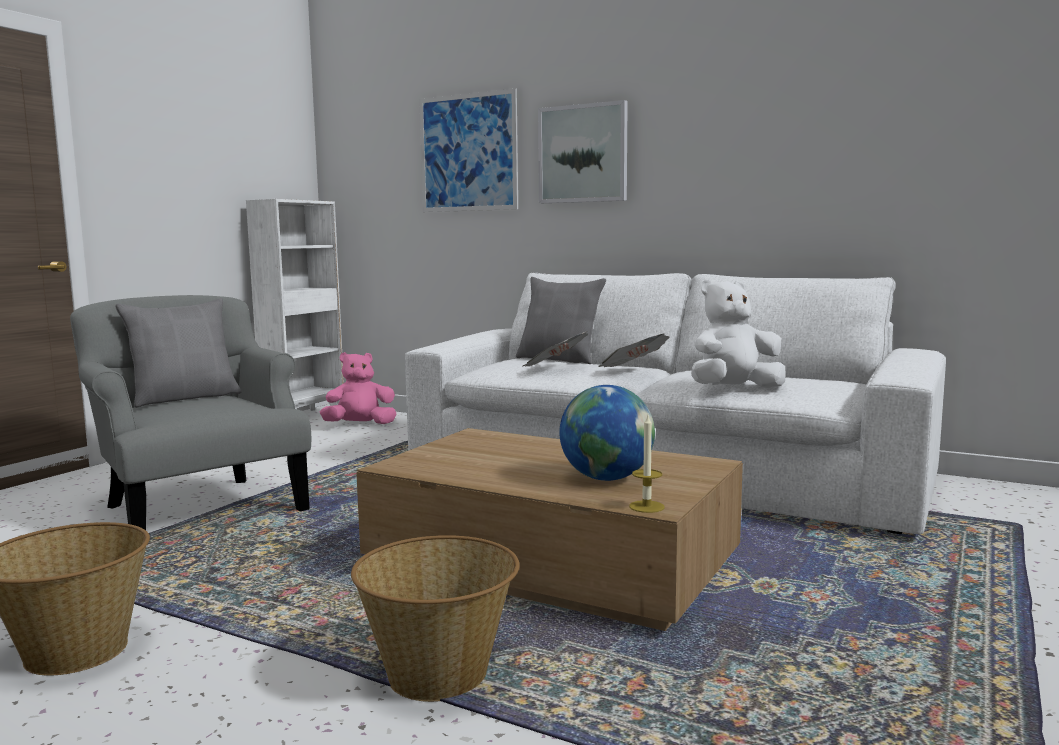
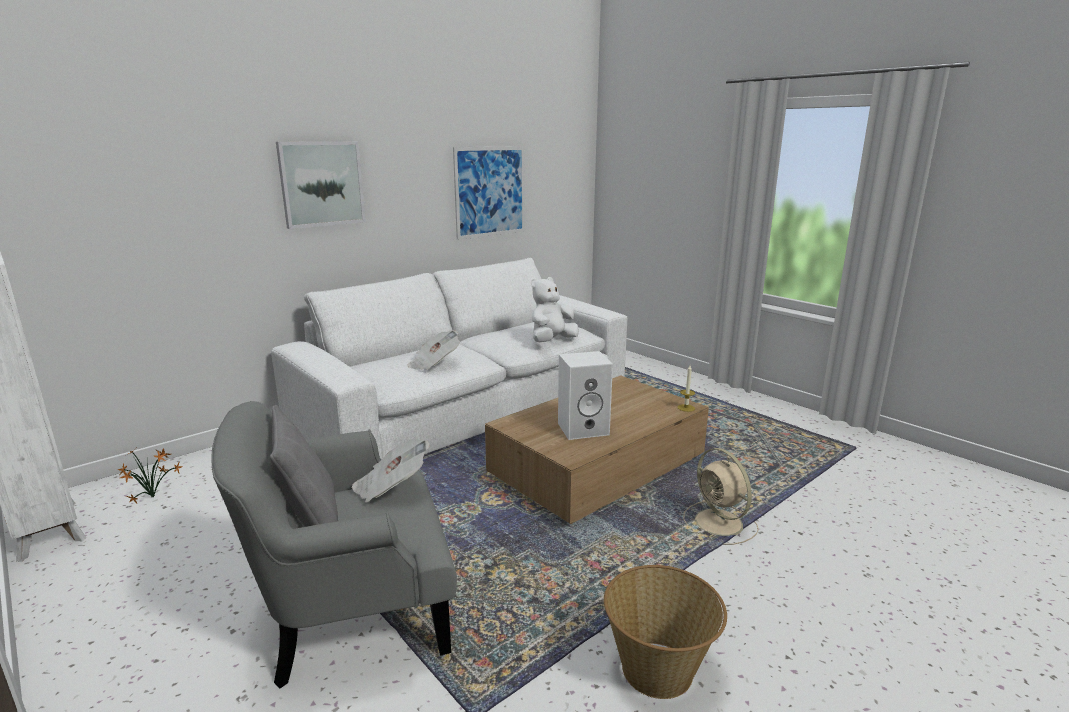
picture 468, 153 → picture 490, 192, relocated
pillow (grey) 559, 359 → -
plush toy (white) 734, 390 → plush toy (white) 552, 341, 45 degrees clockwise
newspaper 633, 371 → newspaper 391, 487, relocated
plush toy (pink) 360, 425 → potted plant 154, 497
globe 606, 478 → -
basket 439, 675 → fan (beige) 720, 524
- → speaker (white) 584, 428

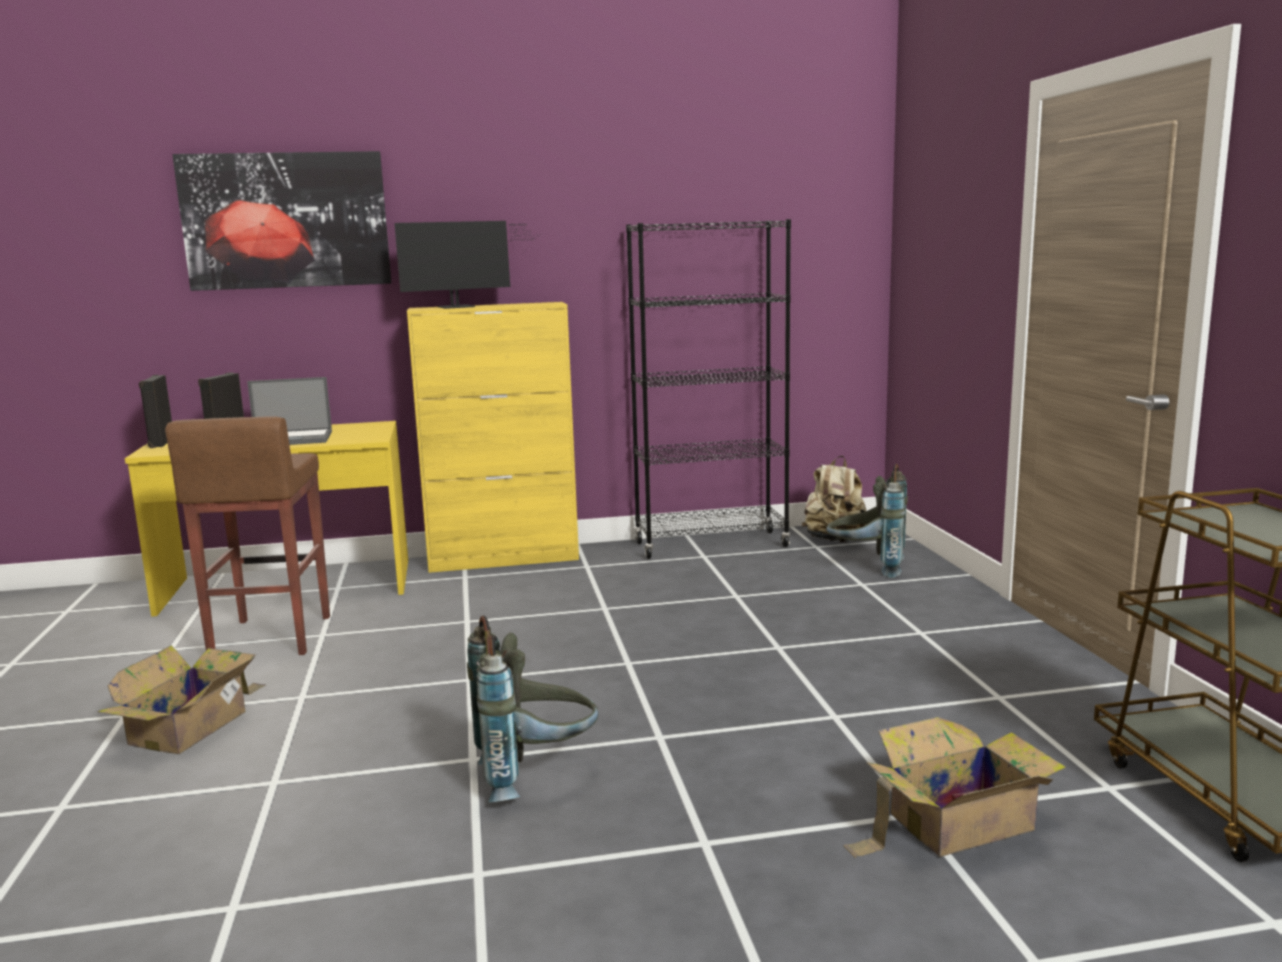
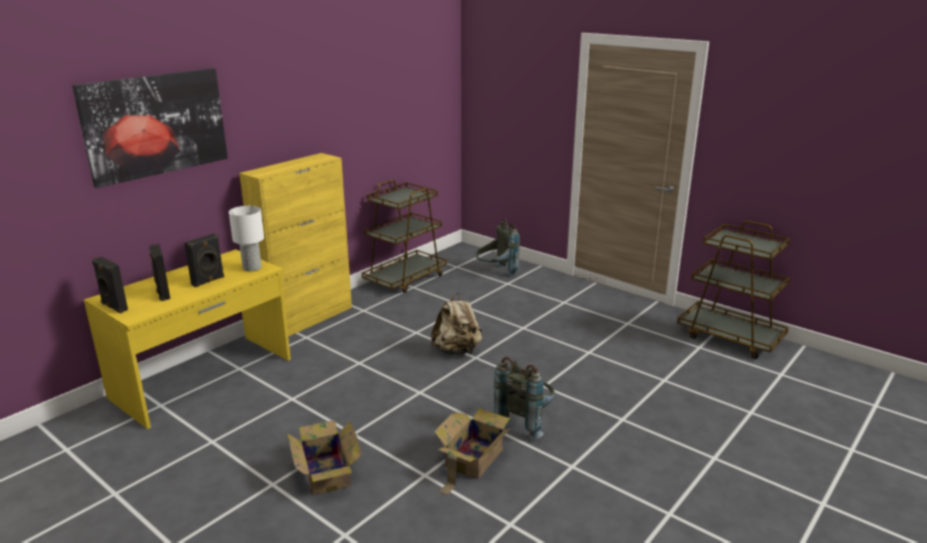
bookcase (black) 711, 545 → cart (brown) 405, 279
monitor 462, 306 → -
laptop 290, 439 → speaker (black) 208, 281
stool (brown) 269, 638 → -
backpack (beige) 835, 540 → backpack (beige) 457, 351, relocated
cardboard box 955, 823 → cardboard box 472, 459, relocated
- → table lamp (white) 252, 268

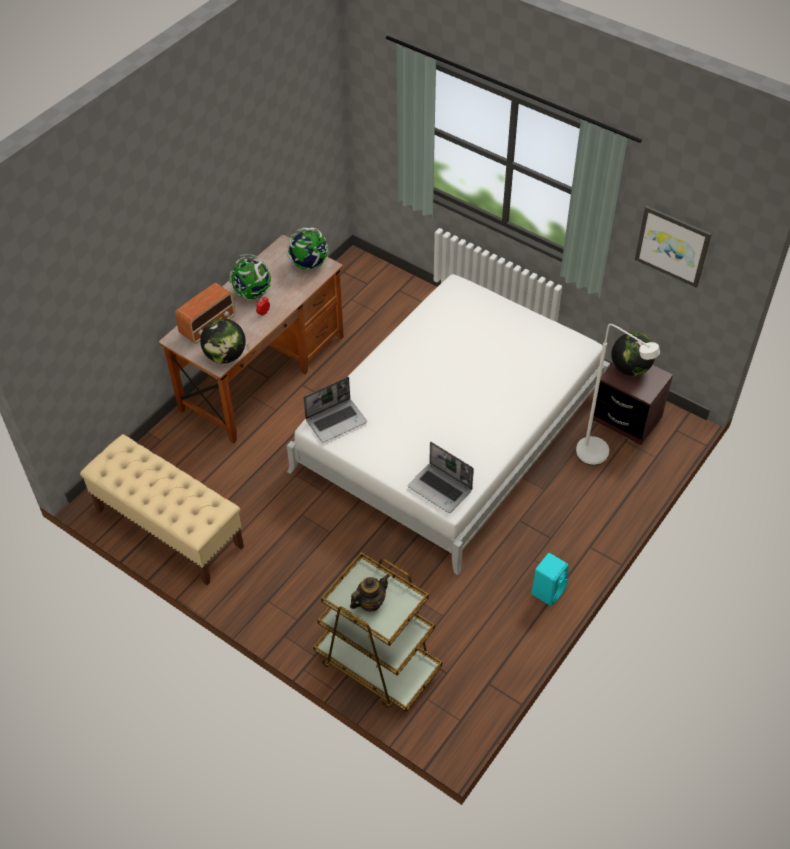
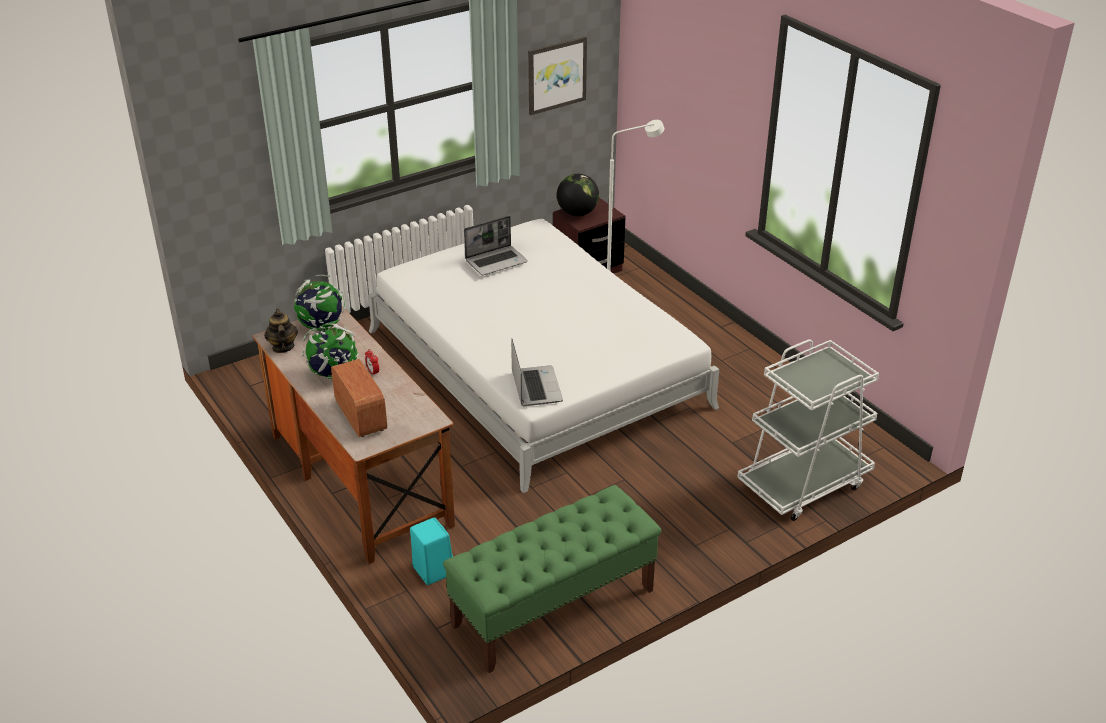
globe 225, 356 → -
bench (beige) 169, 528 → bench (green) 553, 608
laptop 440, 489 → laptop 496, 261, relocated
cart (brown) 377, 663 → cart (white) 803, 484
speaker (turquoise) 548, 590 → speaker (turquoise) 432, 570, relocated
teapot 370, 602 → teapot 282, 347, relocated

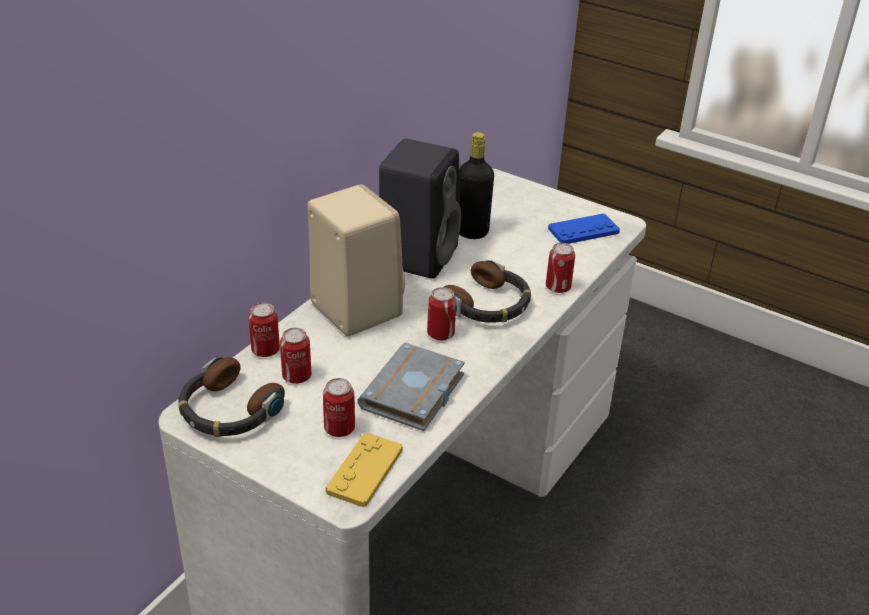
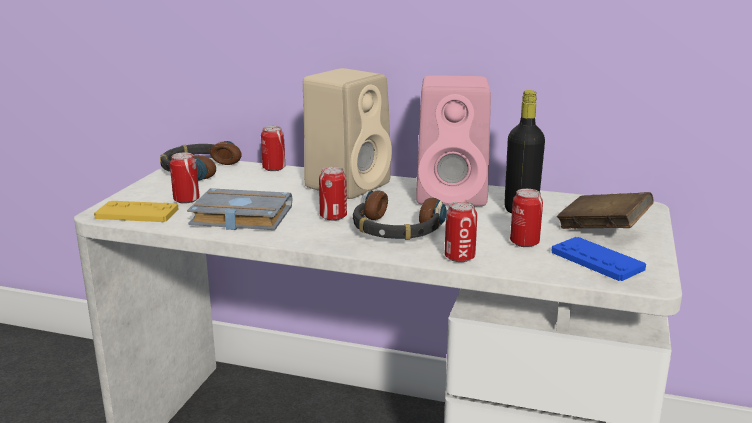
speaker (black) 418, 255 → speaker (pink) 454, 195
can 296, 376 → can 524, 242, relocated
- → book (brown) 602, 230

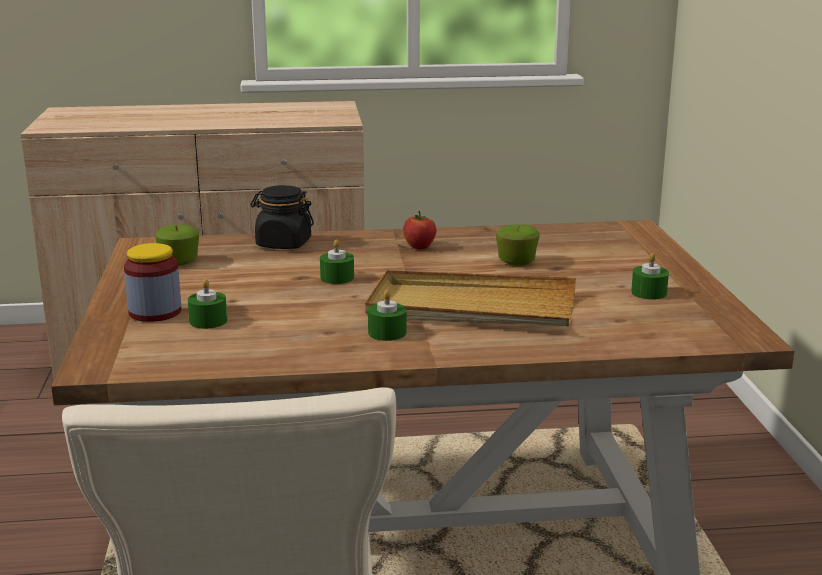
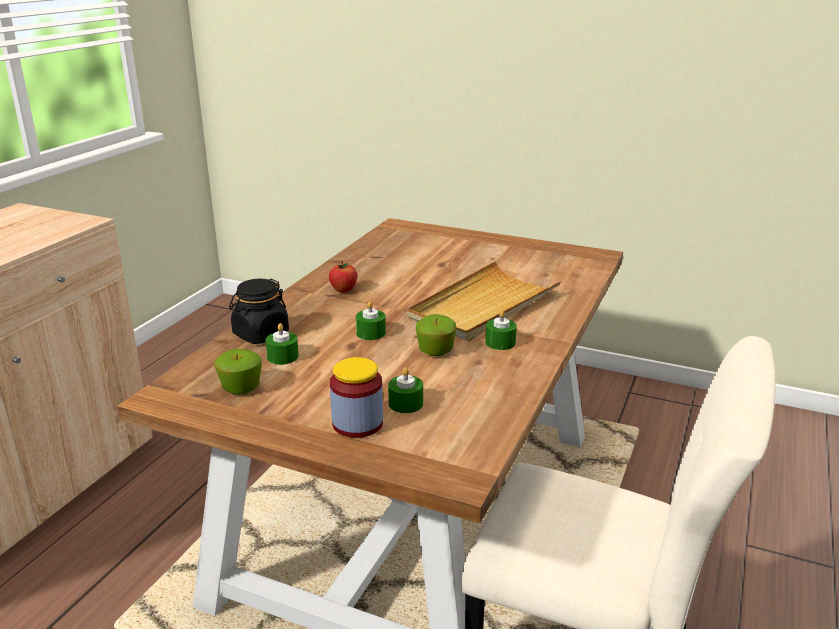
apple 517, 262 → apple 435, 351, relocated
candle (green) 649, 293 → candle (green) 282, 357, relocated

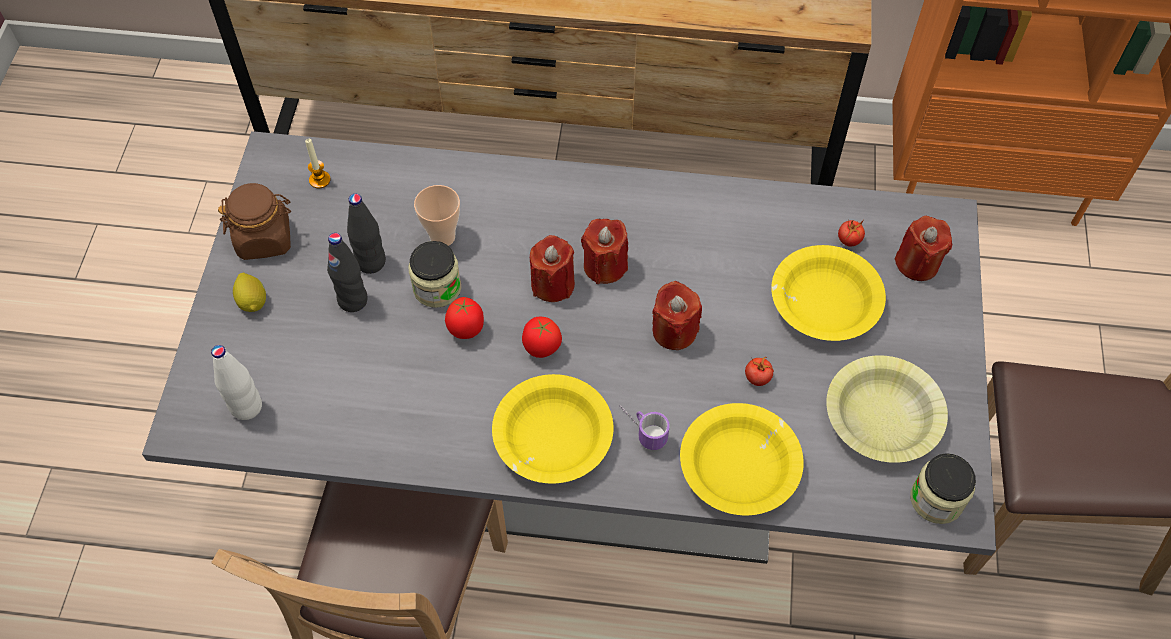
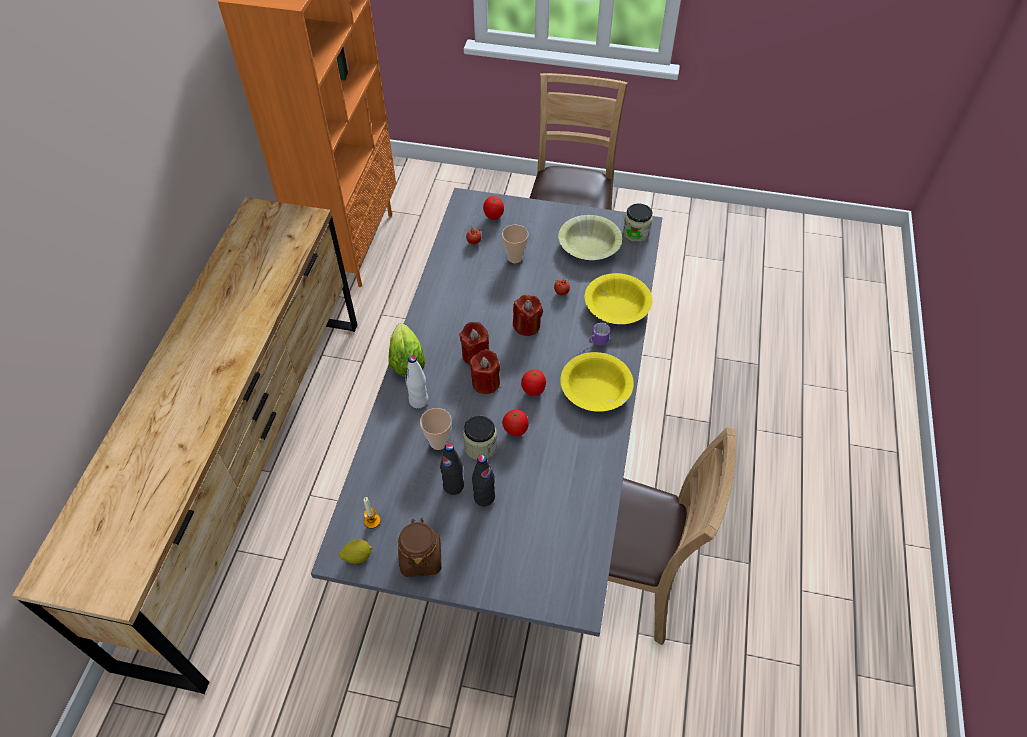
candle (red) 917, 263 → tomato 493, 217
bowl (yellow) 824, 303 → cup 515, 258
lemon 253, 301 → lemon 357, 556, relocated
bottle (white) 246, 407 → bottle (white) 418, 401, relocated
- → lettuce 406, 359

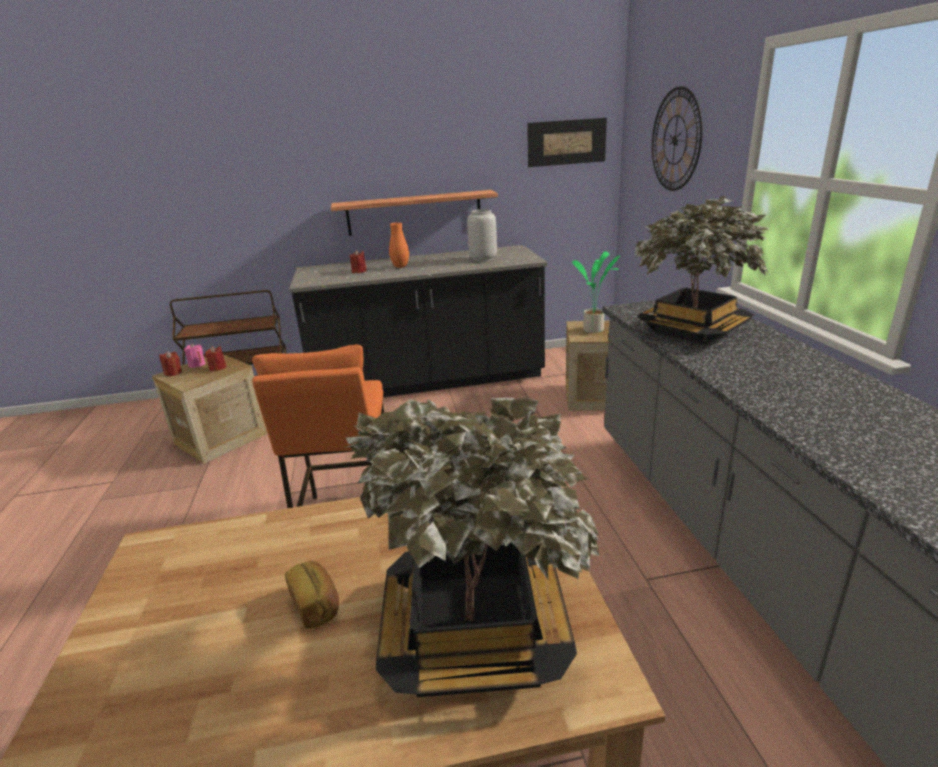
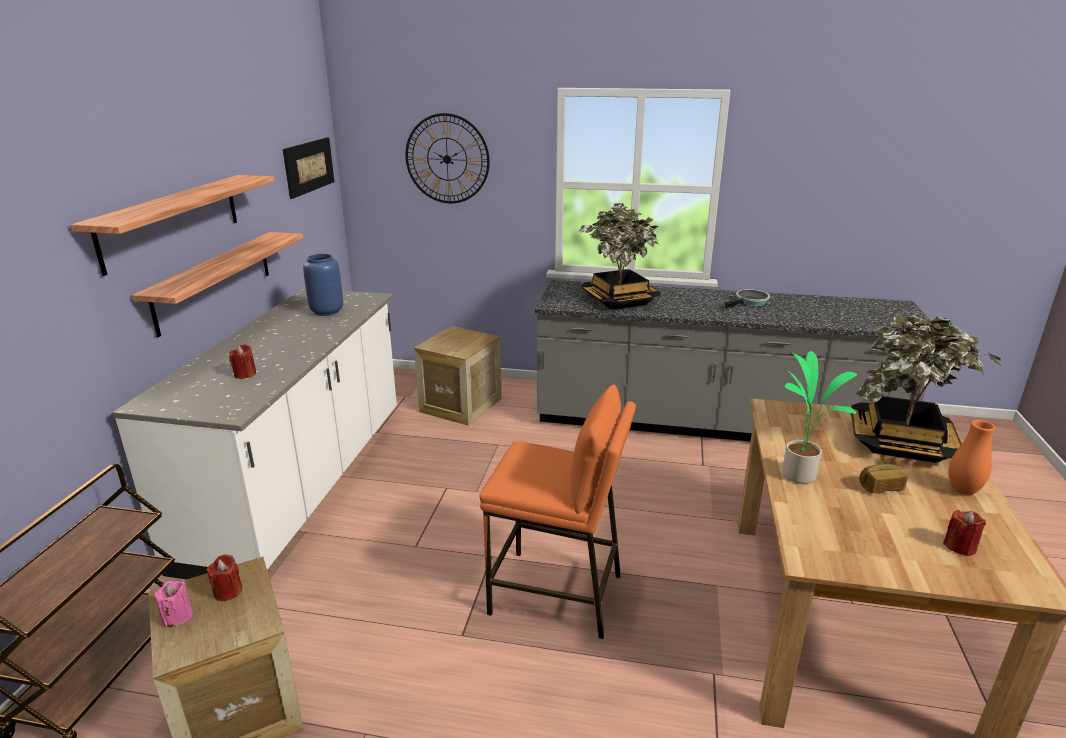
vase (grey) 482, 259 → vase (blue) 327, 312
vase (orange) 400, 267 → vase (orange) 962, 490, relocated
counter (black) 428, 381 → counter (white) 303, 484
potted plant 595, 330 → potted plant 799, 474, relocated
candle (red) 173, 373 → candle (red) 959, 546, relocated
- → shelf 172, 221
- → frying pan 750, 302

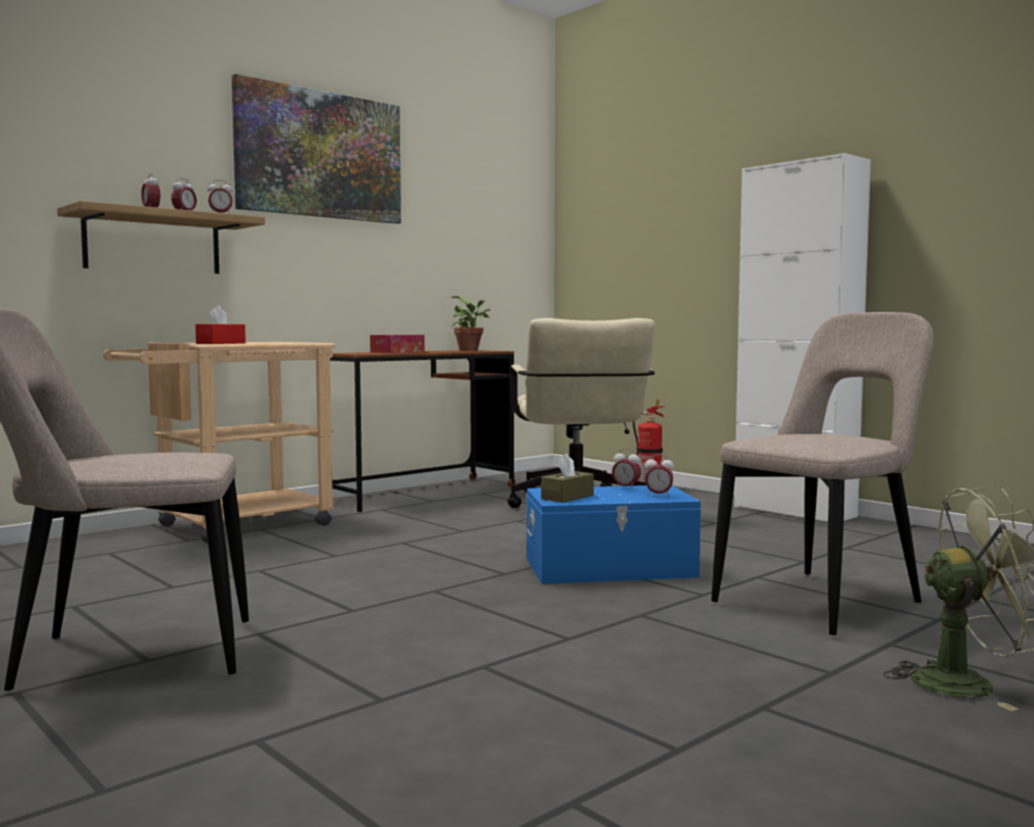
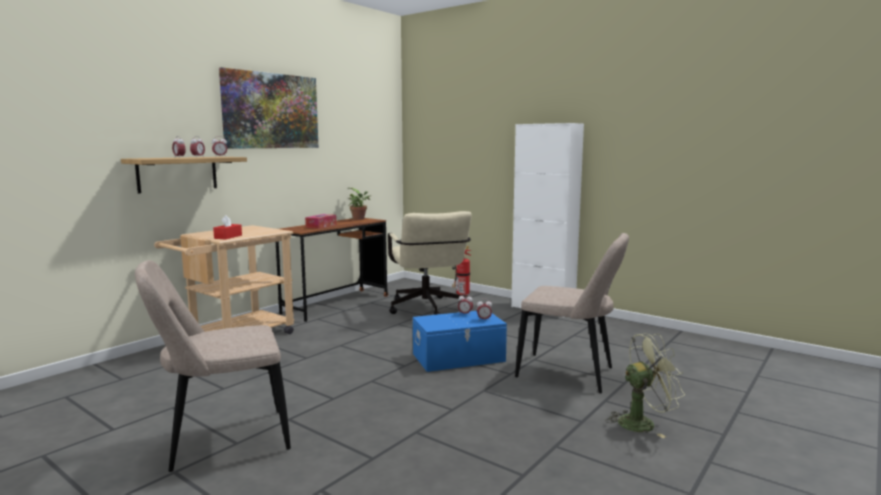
chair (beige) 824, 601 → chair (beige) 570, 374, 75 degrees clockwise
tissue box (brown) 567, 497 → -

